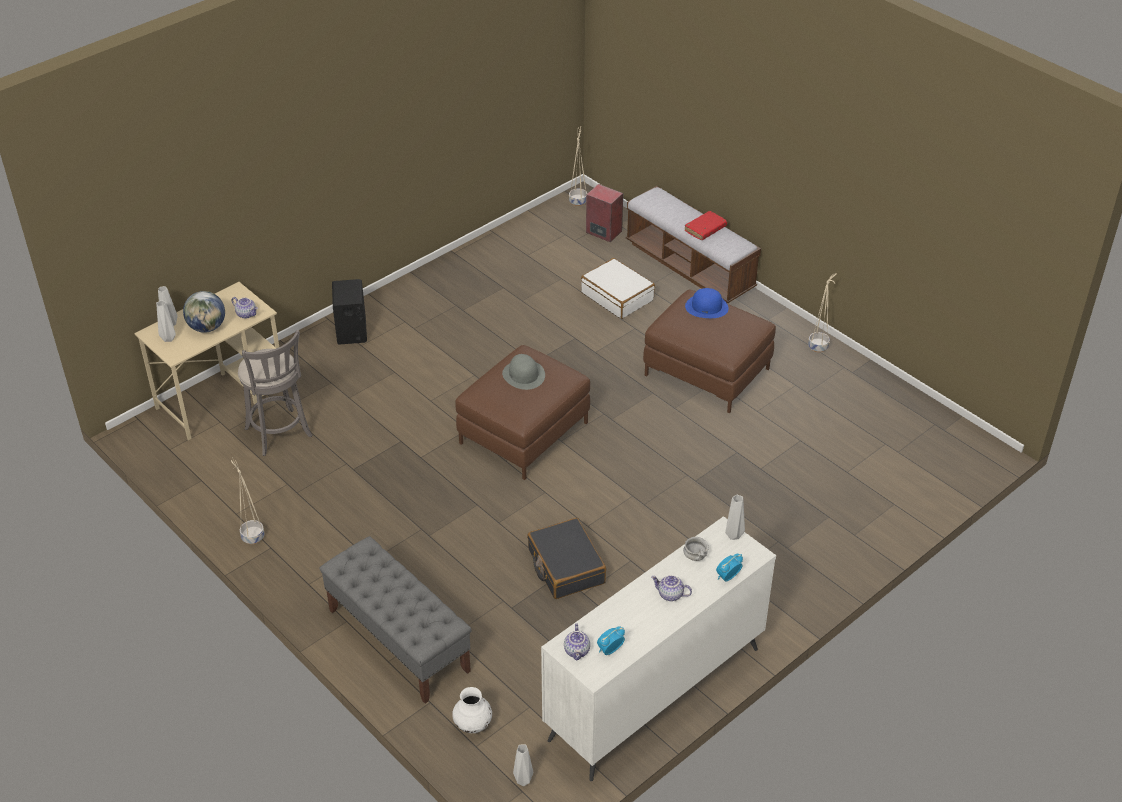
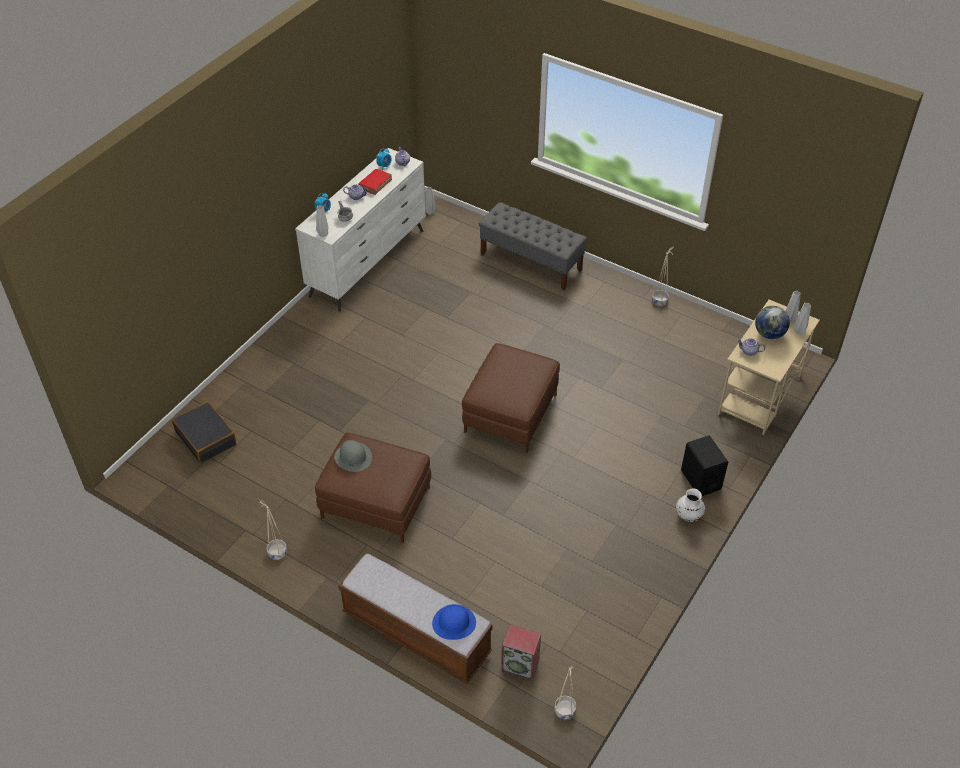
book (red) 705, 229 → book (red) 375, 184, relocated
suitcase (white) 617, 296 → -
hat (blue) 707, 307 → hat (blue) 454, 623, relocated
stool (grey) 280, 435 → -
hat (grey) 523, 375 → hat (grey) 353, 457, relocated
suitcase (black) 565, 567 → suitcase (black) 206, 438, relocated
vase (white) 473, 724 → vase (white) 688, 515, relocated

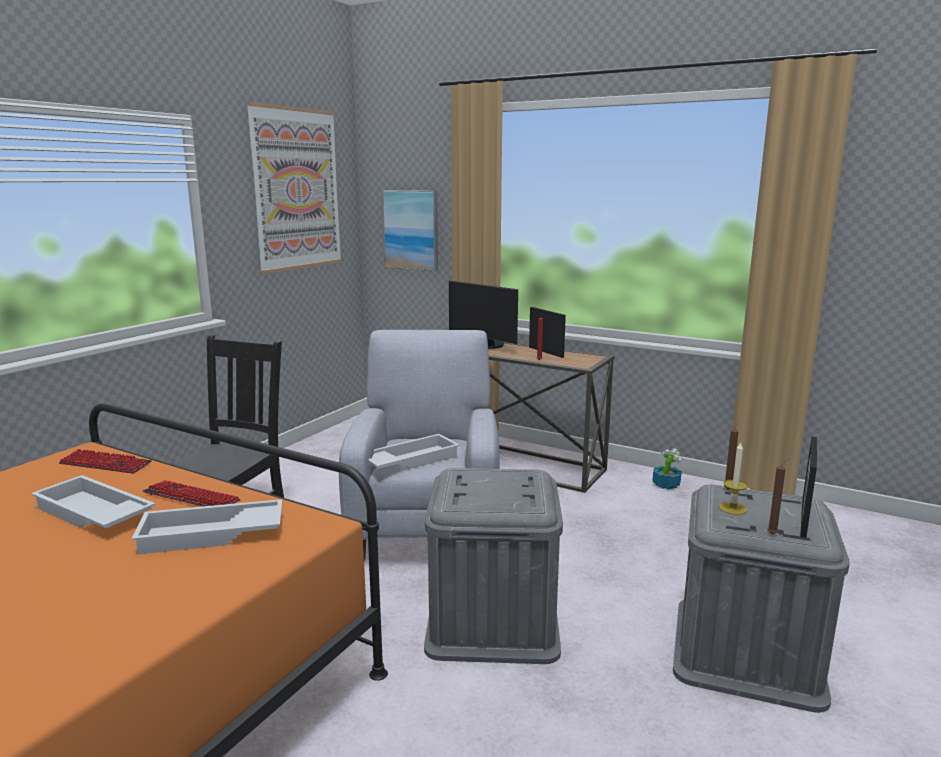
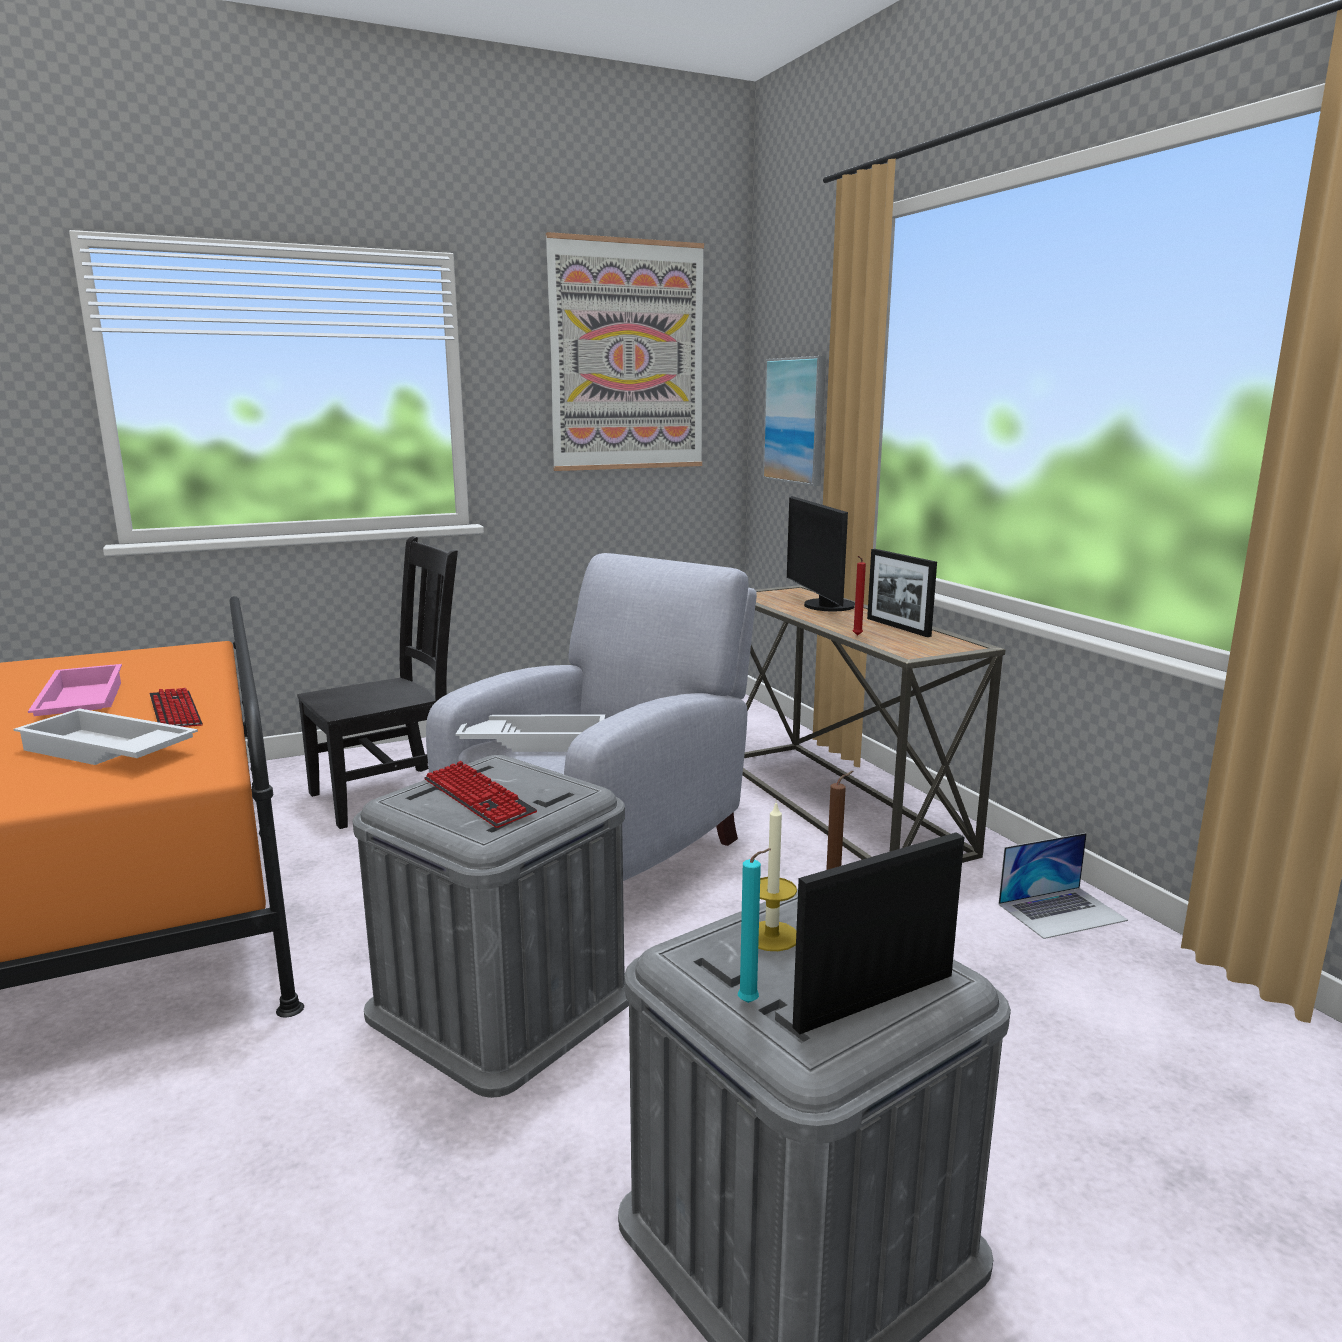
picture frame 546, 352 → picture frame 898, 627, 150 degrees clockwise
potted plant 666, 484 → laptop 1062, 912
keyboard 105, 464 → keyboard 478, 797, relocated
candle (brown) 773, 534 → candle (turquoise) 751, 1003
tray (white) 92, 514 → tray (pink) 79, 705

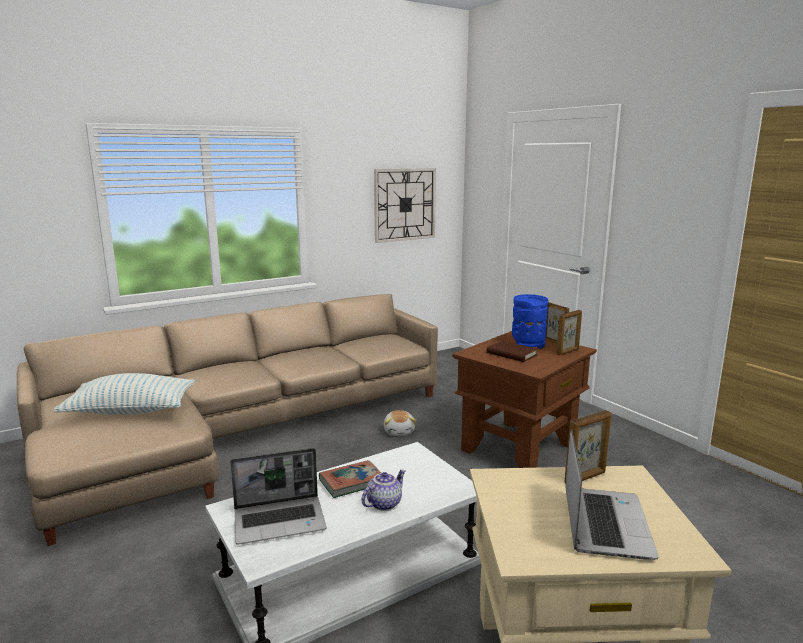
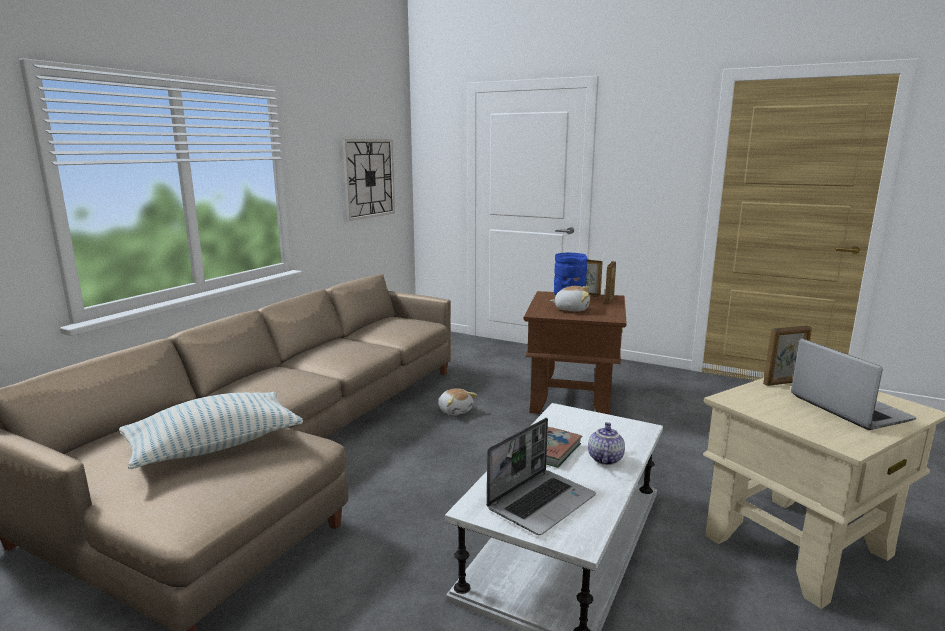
book (brown) 511, 354 → plush toy 571, 309
picture frame 585, 478 → picture frame 784, 383, 45 degrees clockwise

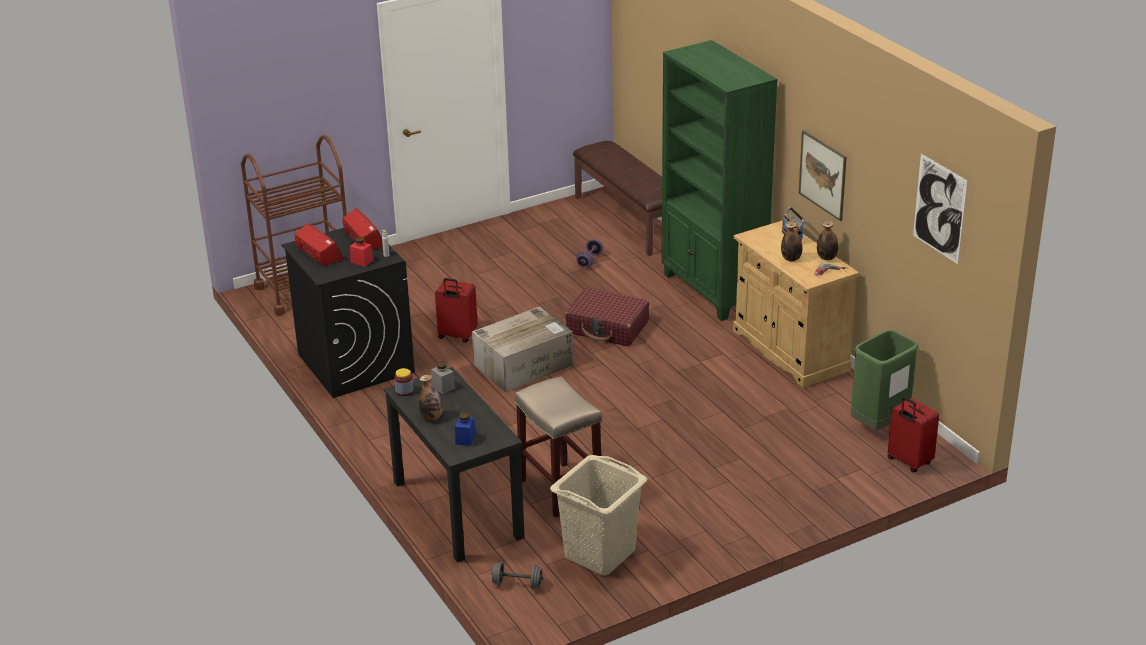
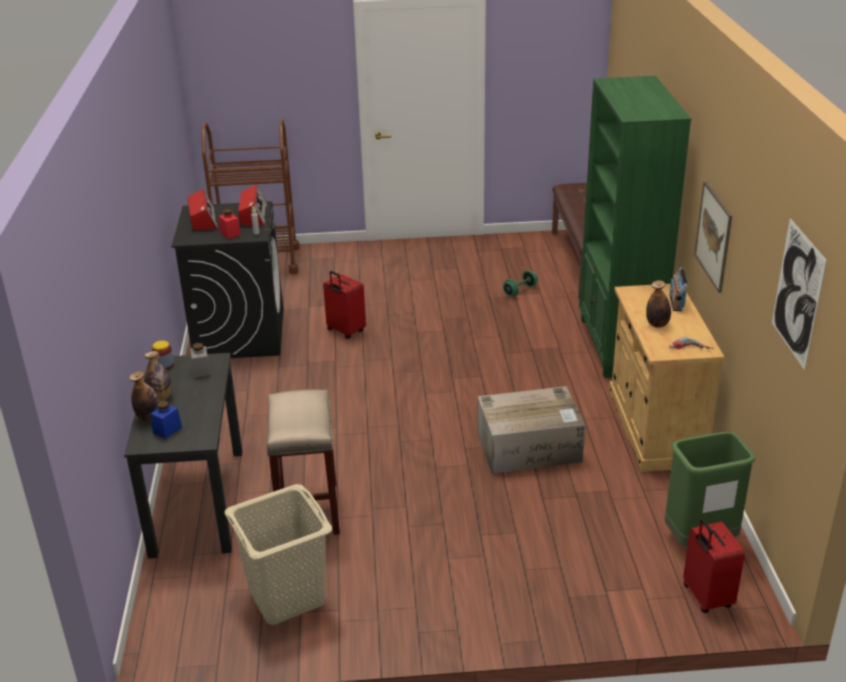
bottle 827, 258 → bottle 149, 417, relocated
dumbbell (purple) 589, 261 → dumbbell (green) 520, 291
suitcase (red) 607, 327 → -
cardboard box 524, 365 → cardboard box 530, 447, relocated
dumbbell (grey) 517, 584 → -

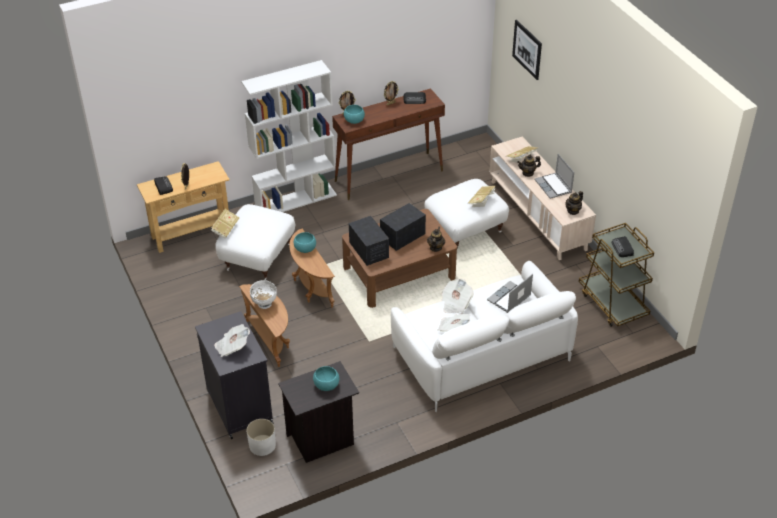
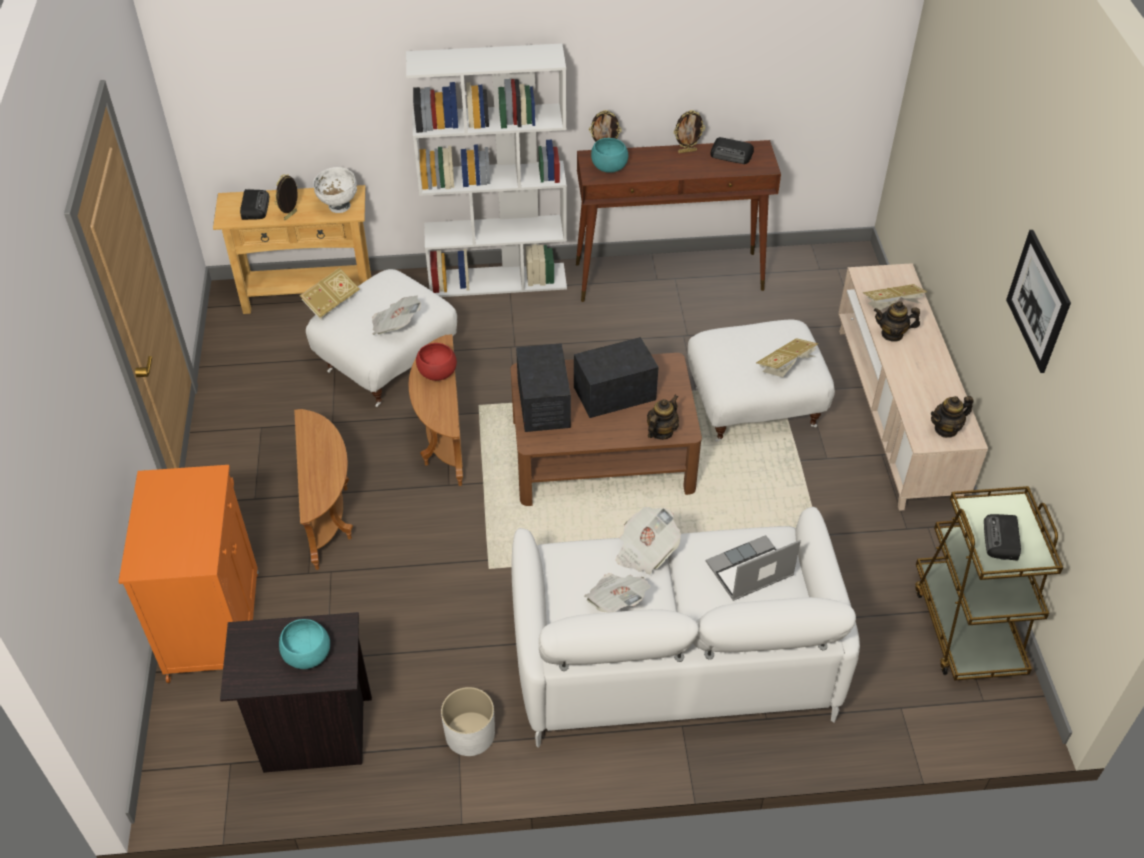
picture 527, 49 → picture 1038, 301, relocated
laptop 553, 186 → -
bowl (turquoise) 305, 248 → bowl (red) 437, 372
bowl (white) 264, 304 → bowl (white) 338, 206, relocated
cabinet (black) 239, 406 → cabinet (orange) 214, 623
newspaper 232, 347 → newspaper 396, 325, relocated
planter (white) 262, 445 → planter (white) 469, 734, relocated

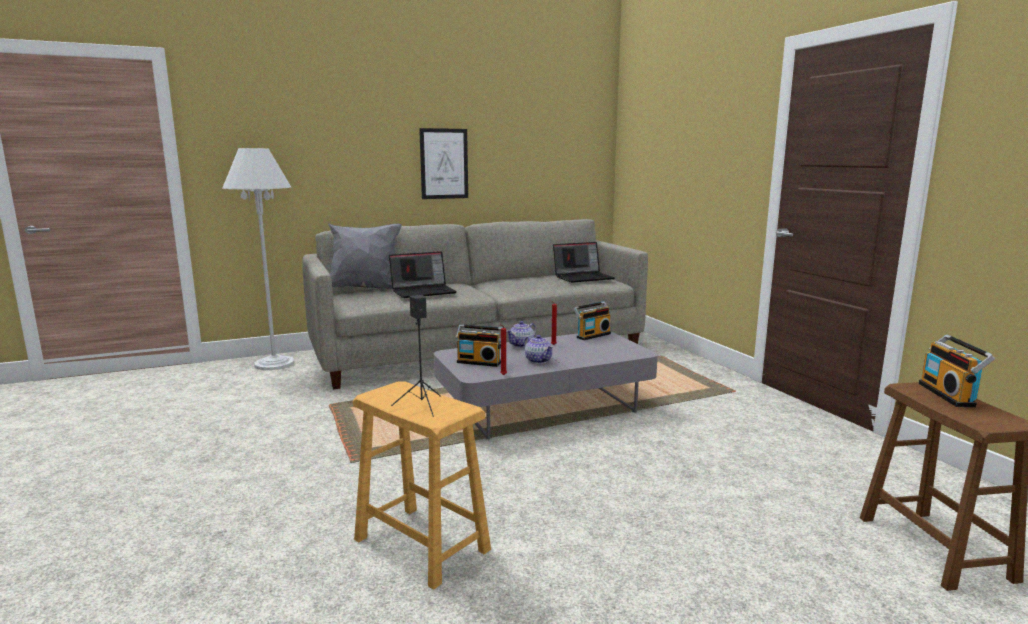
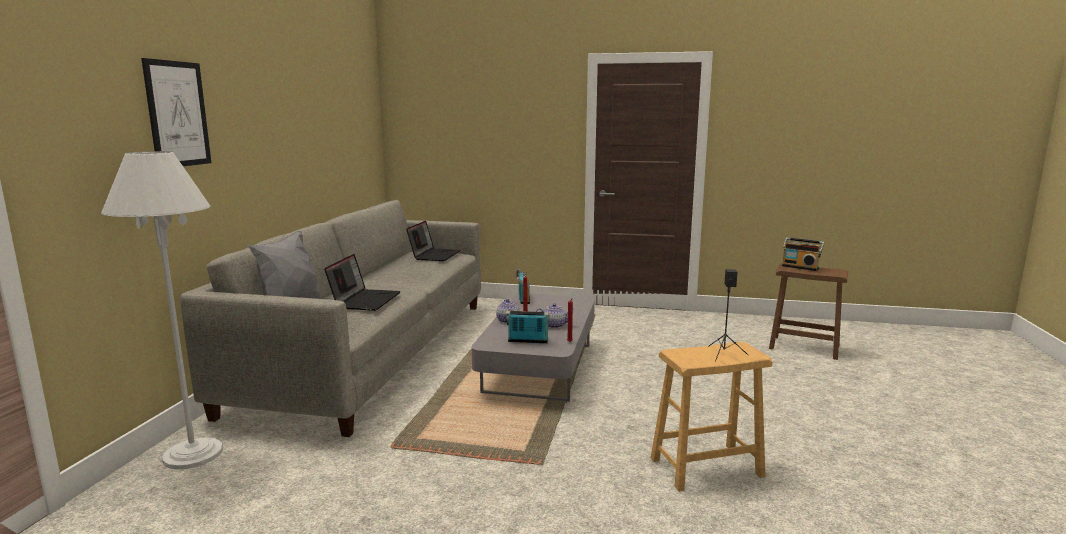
picture 444, 164 → picture 177, 114, relocated
radio 479, 362 → radio 527, 341, 135 degrees counterclockwise

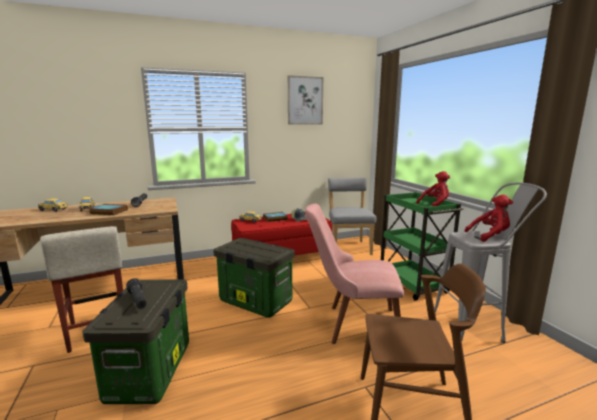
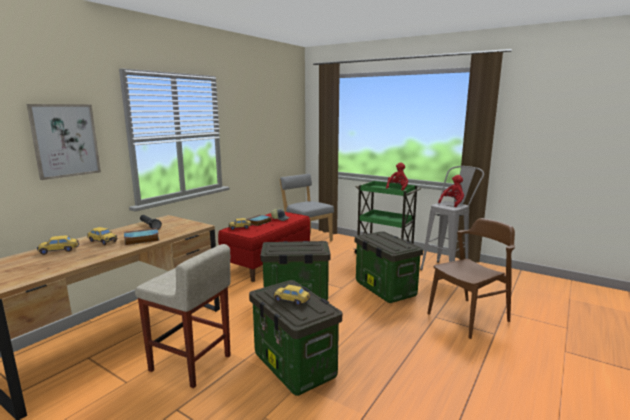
picture 305, 100 → picture 65, 140, relocated
chair (pink) 352, 325 → storage box 384, 289
flashlight (black) 138, 300 → toy car 291, 301

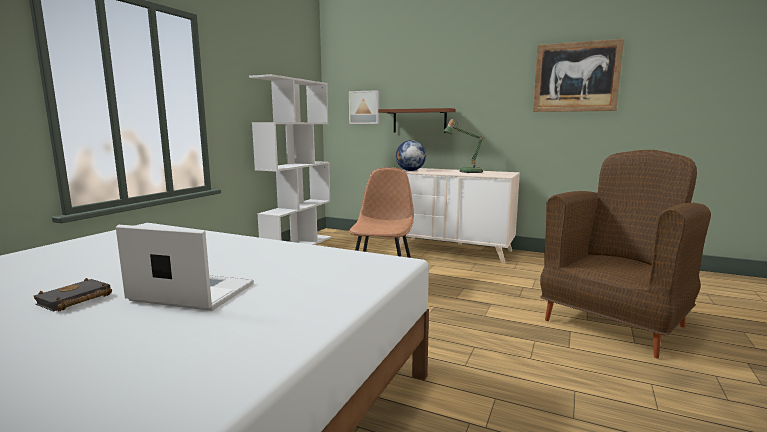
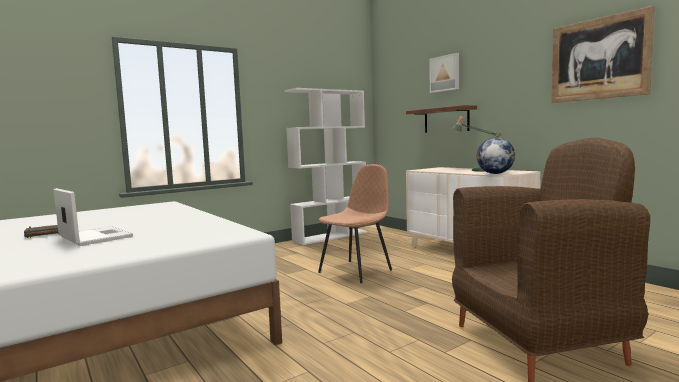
picture 364, 107 → picture 445, 73, relocated
globe 410, 170 → globe 495, 173, relocated

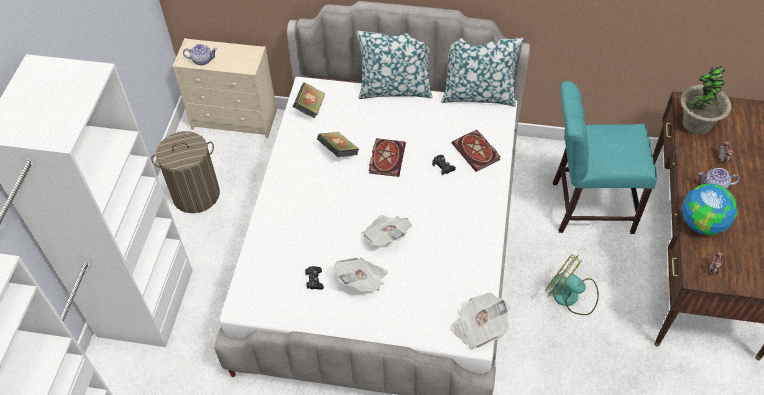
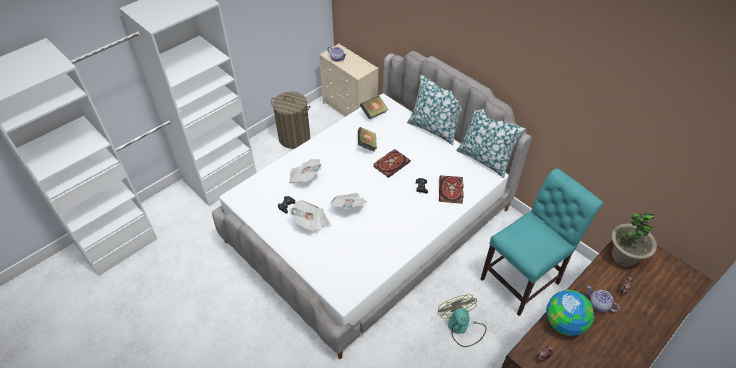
chair (turquoise) 586, 206 → chair (turquoise) 523, 279, 105 degrees clockwise
newspaper 478, 328 → newspaper 304, 177, relocated

